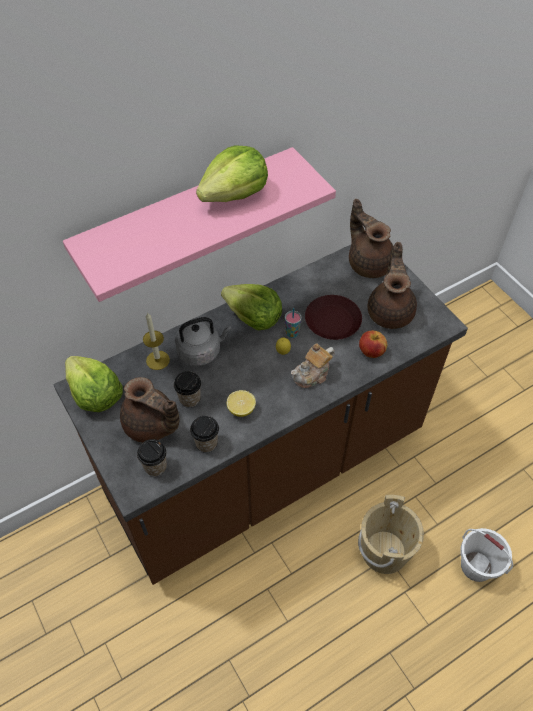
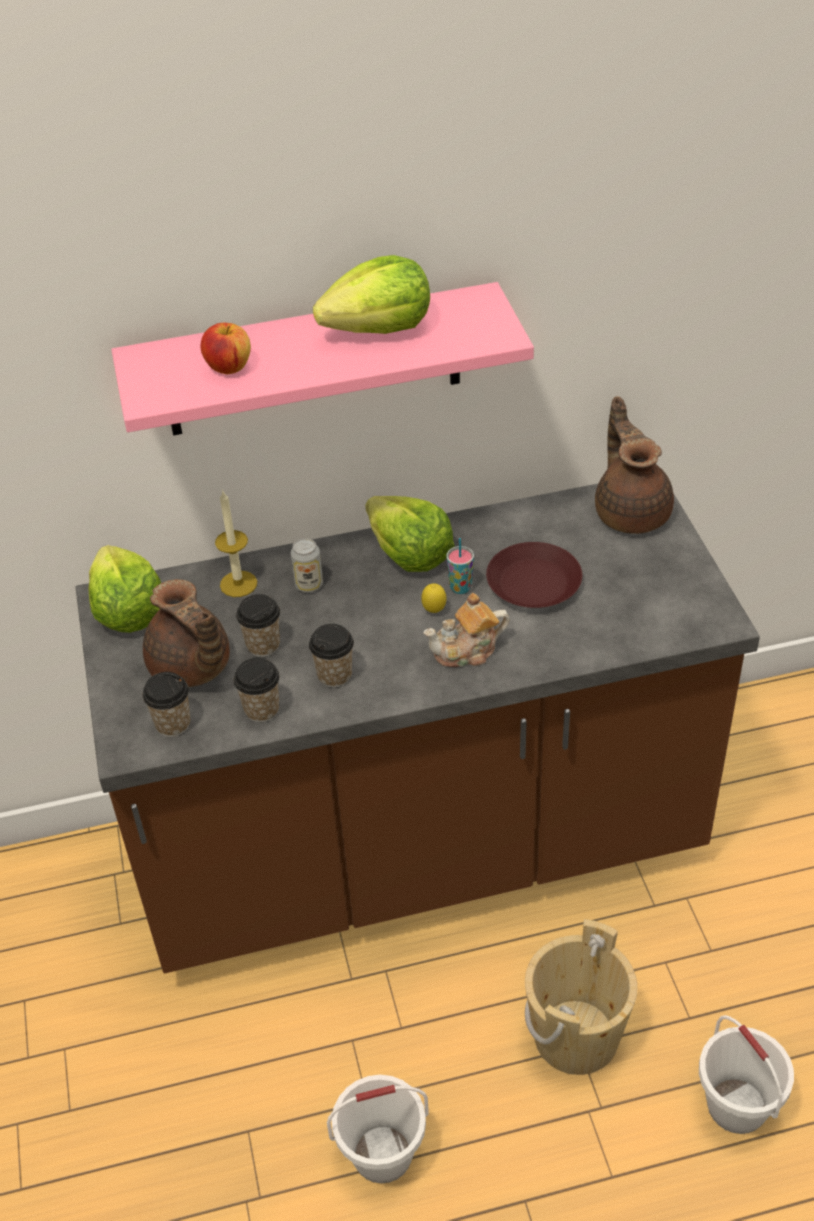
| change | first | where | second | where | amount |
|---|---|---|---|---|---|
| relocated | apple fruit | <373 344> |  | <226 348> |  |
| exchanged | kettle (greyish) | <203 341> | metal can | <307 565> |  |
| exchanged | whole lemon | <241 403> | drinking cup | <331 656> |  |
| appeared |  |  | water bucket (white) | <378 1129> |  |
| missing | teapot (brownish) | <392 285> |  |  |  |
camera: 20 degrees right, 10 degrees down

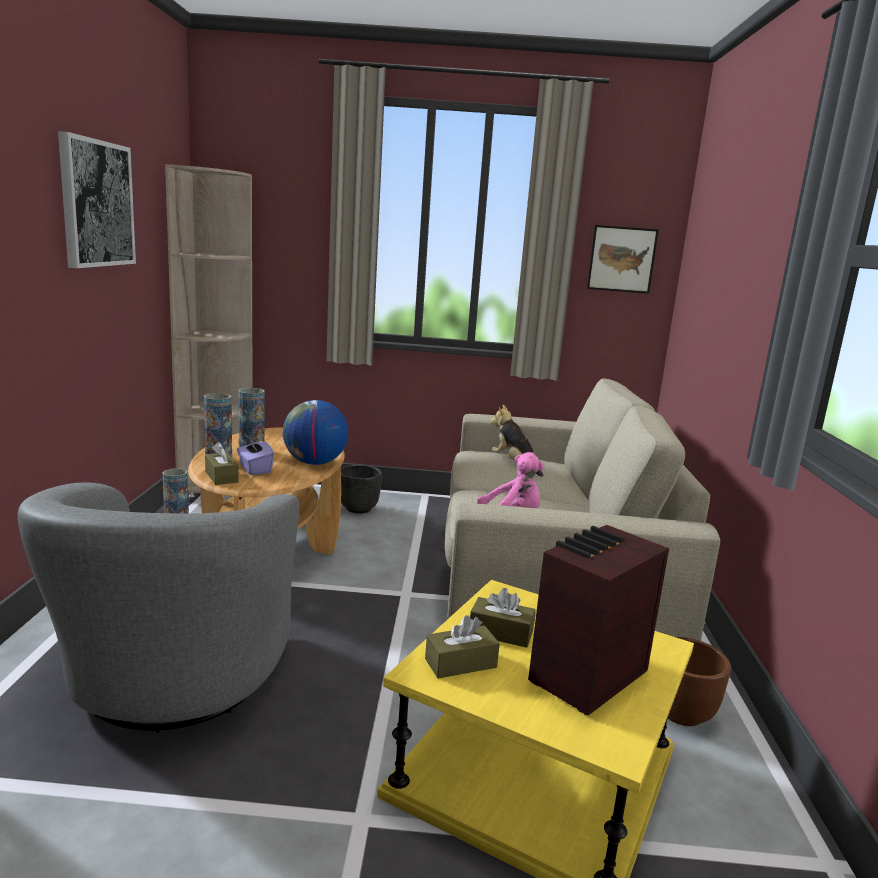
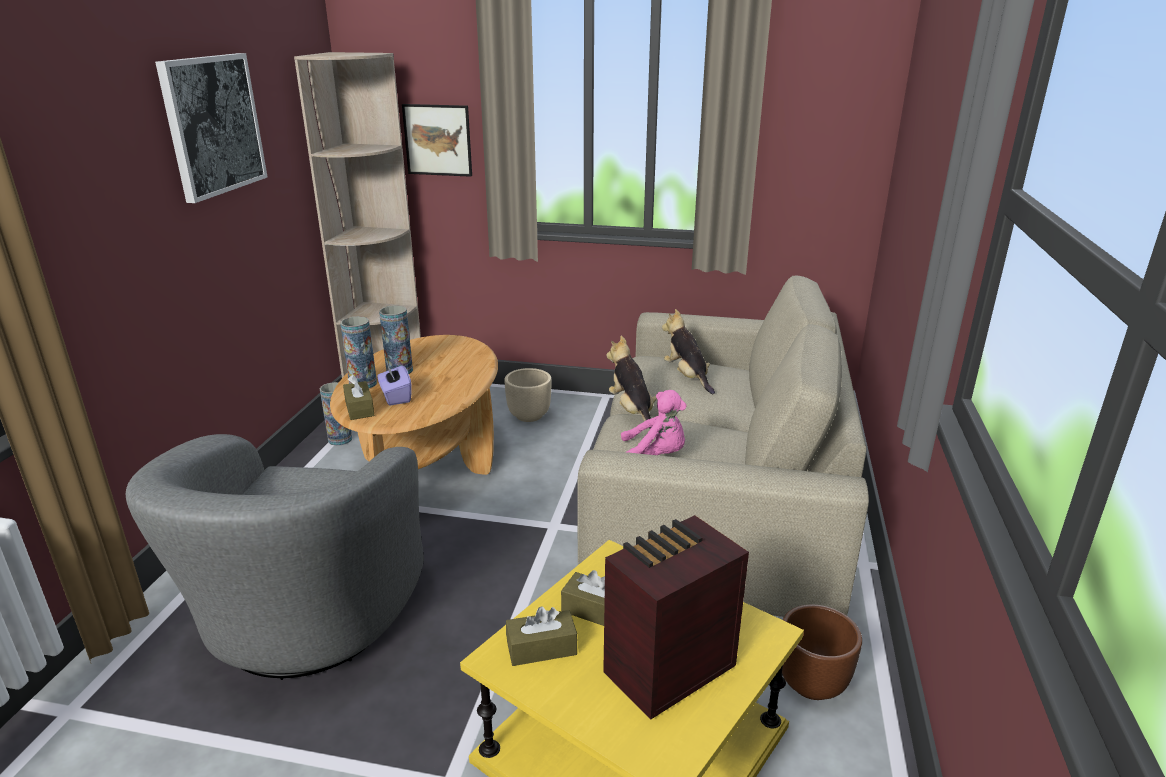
| change | first | where | second | where | amount |
|---|---|---|---|---|---|
| relocated | picture | <623 259> |  | <437 140> |  |
| colour | planter (black) | <361 489> | planter (sand-coloured) | <528 395> |  |
| appeared |  |  | soft toy | <631 382> |  |
| missing | globe | <315 432> |  |  |  |
camera: 10 degrees right, 10 degrees up

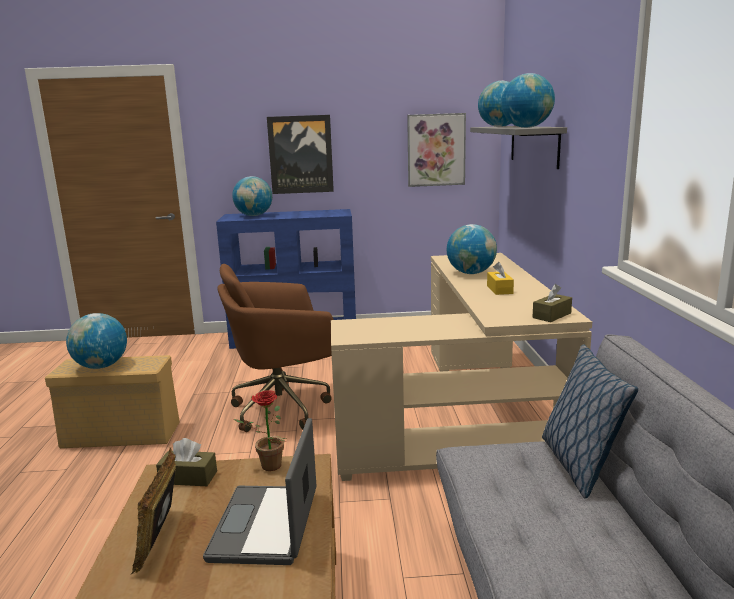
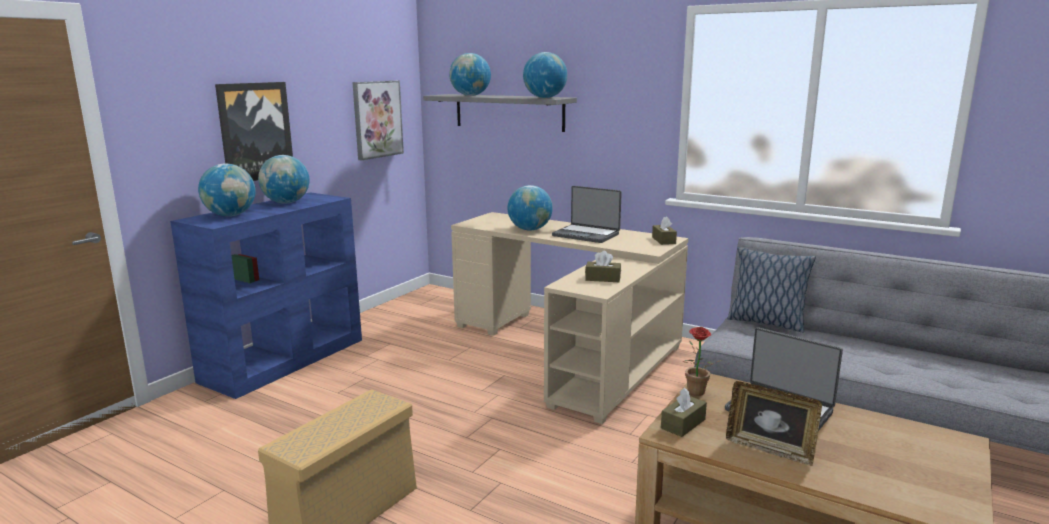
| change | first | where | second | where | amount |
|---|---|---|---|---|---|
| relocated | globe | <96 341> |  | <283 179> |  |
| exchanged | tissue box (yellowish) | <500 278> | portable computer | <587 214> |  |
| appeared |  |  | tissue box (brownish) | <603 266> |  |
| missing | computer chair (brownish) | <275 348> |  |  |  |
camera: 55 degrees left, 0 degrees up

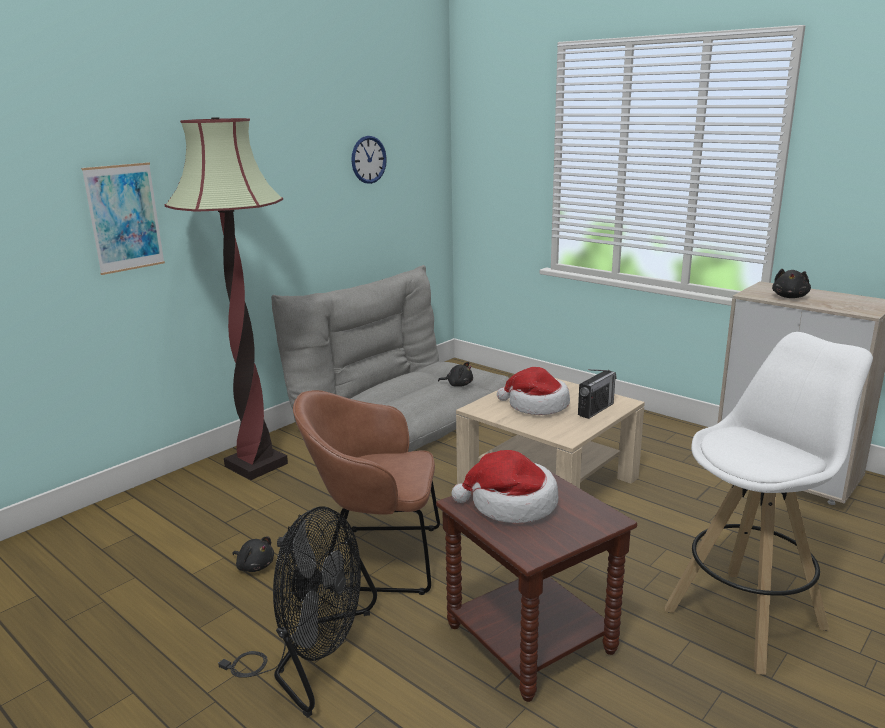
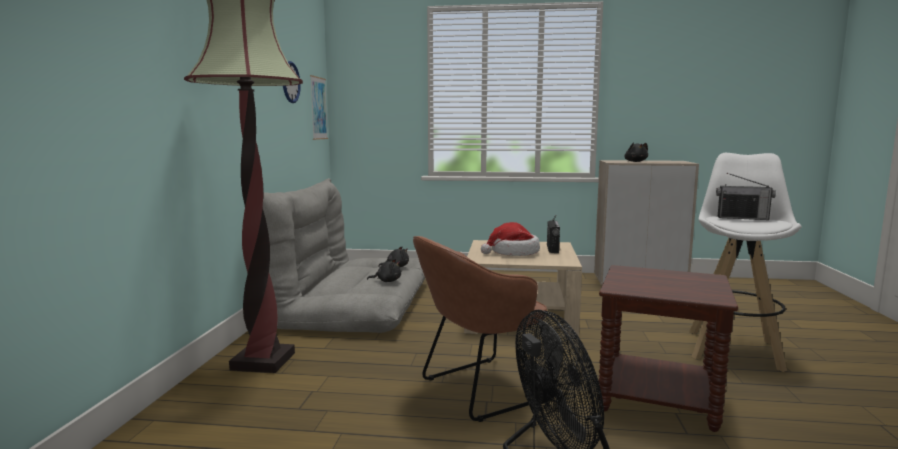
| change | first | where | second | where | amount |
|---|---|---|---|---|---|
| relocated | picture | <123 218> |  | <319 107> |  |
| relocated | soft toy (black) | <253 554> |  | <384 270> |  |
| appeared |  |  | radio receiver | <746 196> |  |
| missing | hat | <505 486> |  |  |  |
camera: 35 degrees left, 10 degrees down

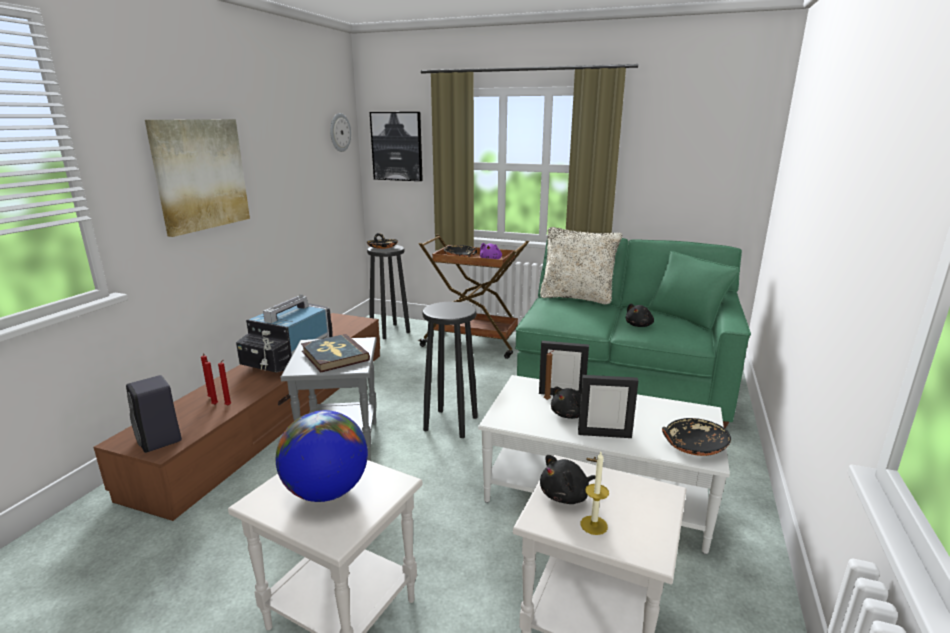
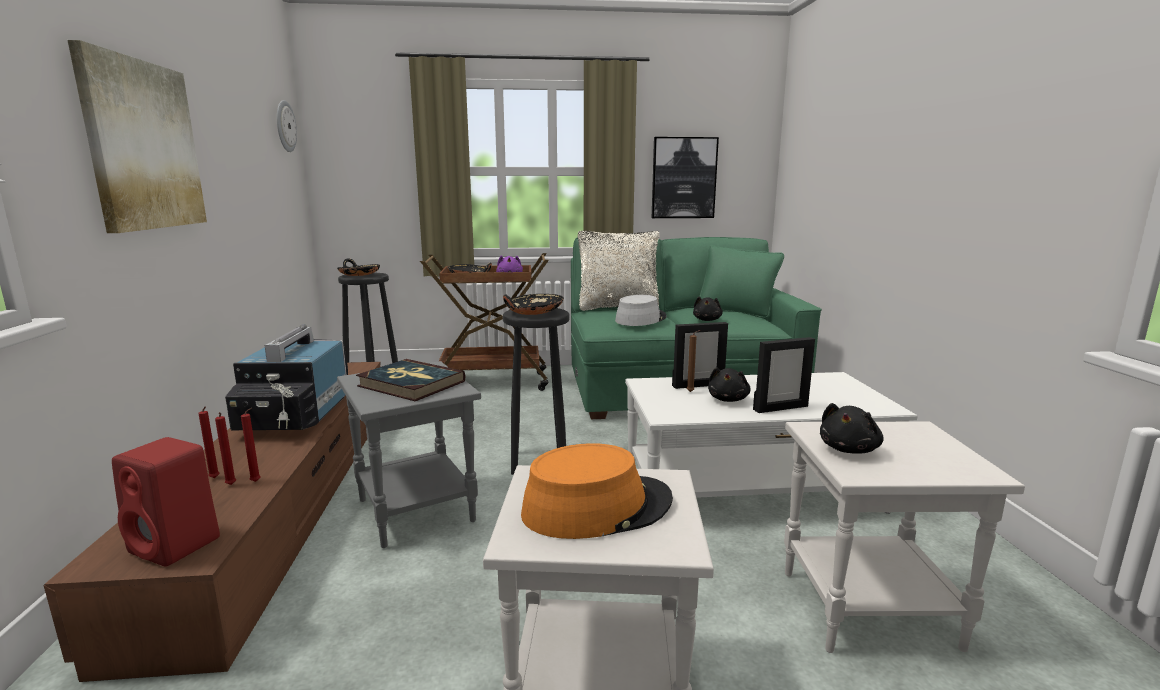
| change | first | where | second | where | amount |
|---|---|---|---|---|---|
| colour | loudspeaker (black) | <154 414> | loudspeaker (reddish) | <166 502> |  |
| relocated | bowl (black) | <696 437> |  | <533 304> |  |
| exchanged | globe | <322 456> | hat (orange) | <597 491> |  |
| appeared |  |  | hat (greyish) | <641 310> |  |
| relocated | picture | <396 146> |  | <685 177> |  |
| missing | wax light | <595 493> |  |  |  |
camera: 25 degrees left, 5 degrees down

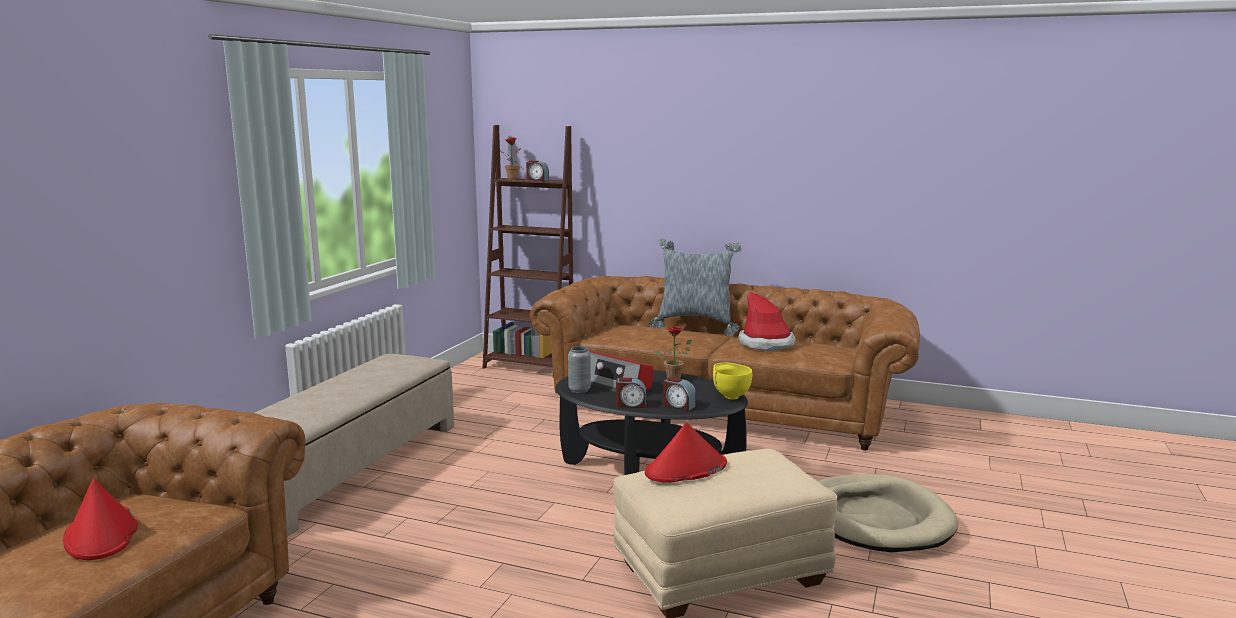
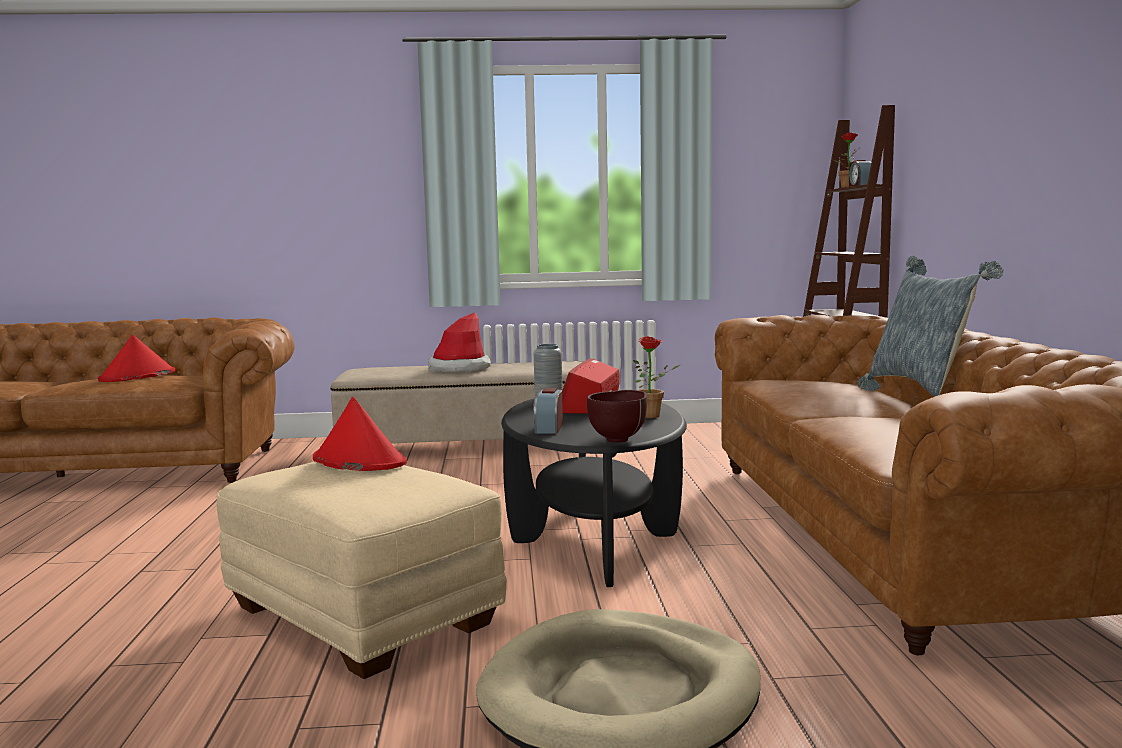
| change | first | where | second | where | amount |
|---|---|---|---|---|---|
| relocated | hat | <767 322> |  | <459 342> |  |
| colour | bowl (yellowish) | <732 381> | bowl (brownish) | <617 416> |  |
| missing | table clock | <631 393> |  |  |  |
camera: 65 degrees right, 5 degrees down

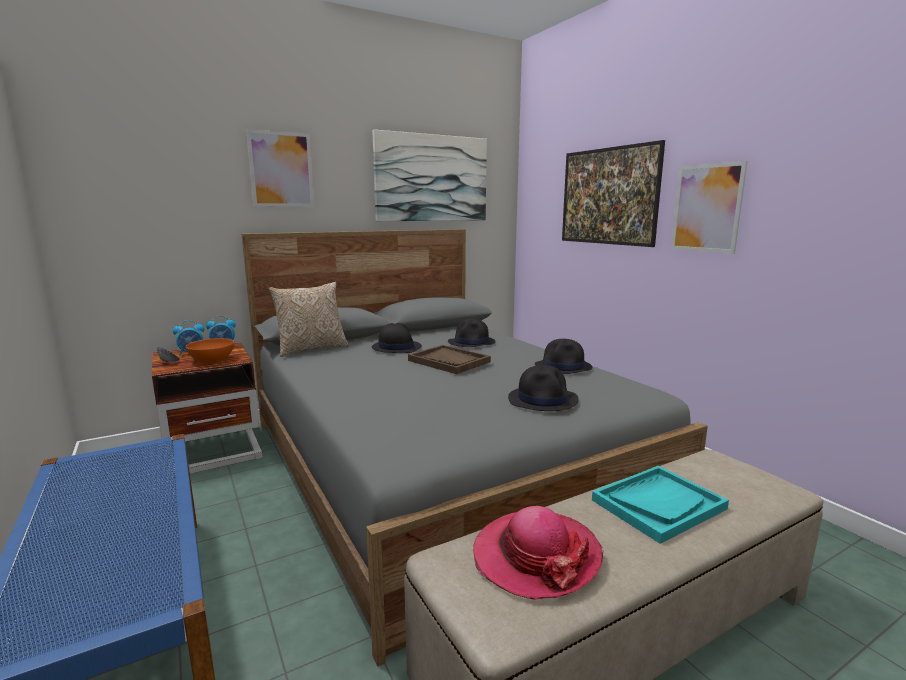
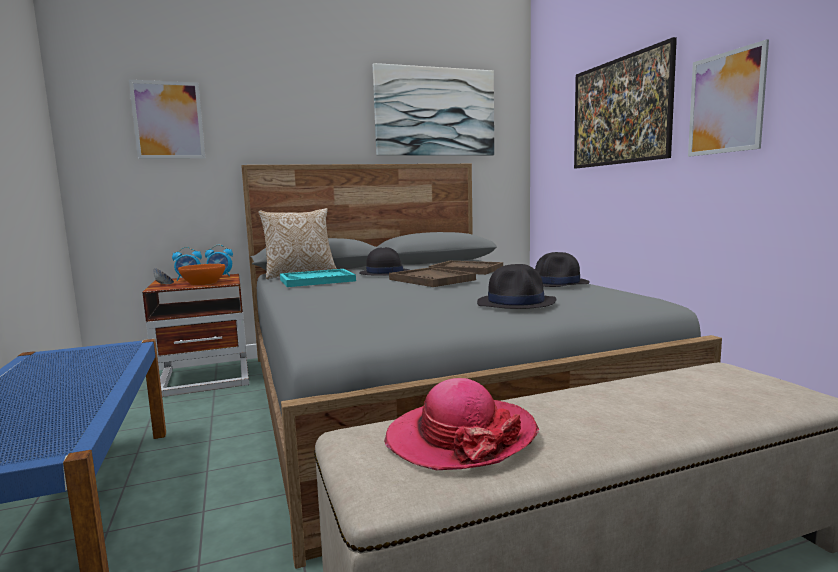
| change | first | where | second | where | amount |
|---|---|---|---|---|---|
| relocated | picture | <280 168> |  | <167 119> |  |
| relocated | serving tray (blue-green) | <660 505> |  | <318 278> |  |
| exchanged | hat (black) | <471 333> | serving tray (brownish) | <466 268> |  |
camera: 10 degrees right, 5 degrees down

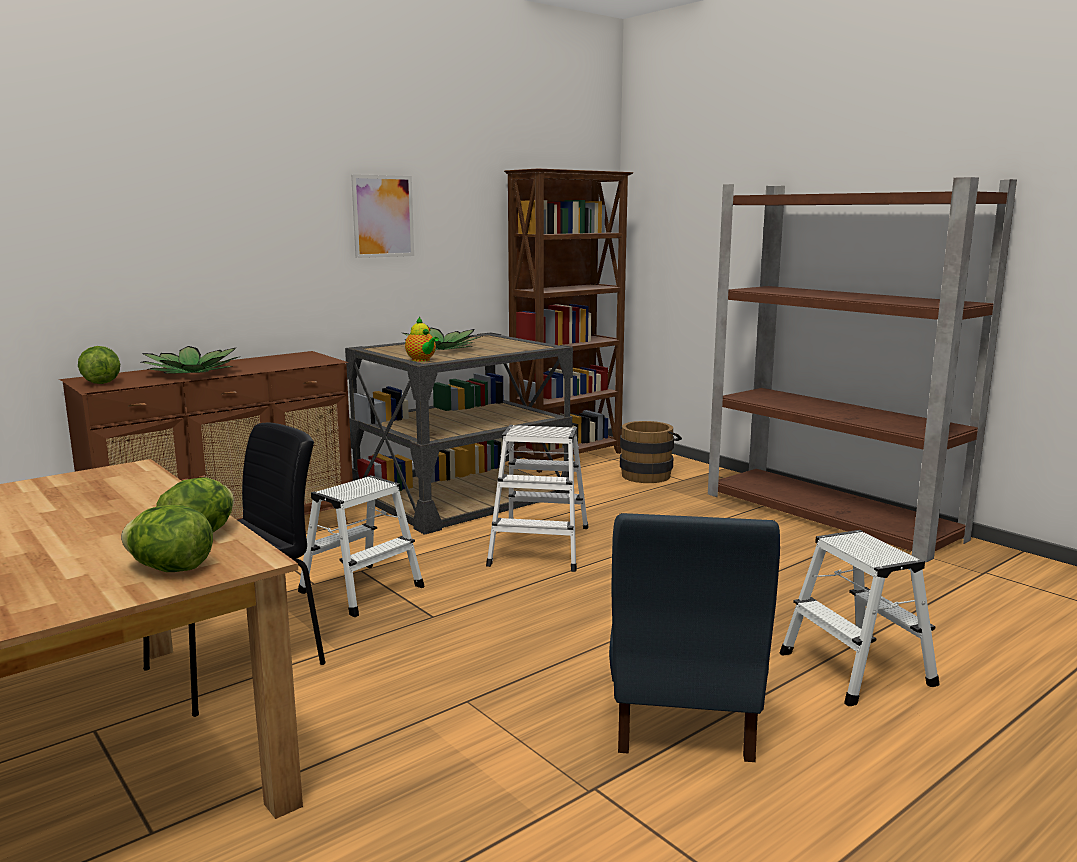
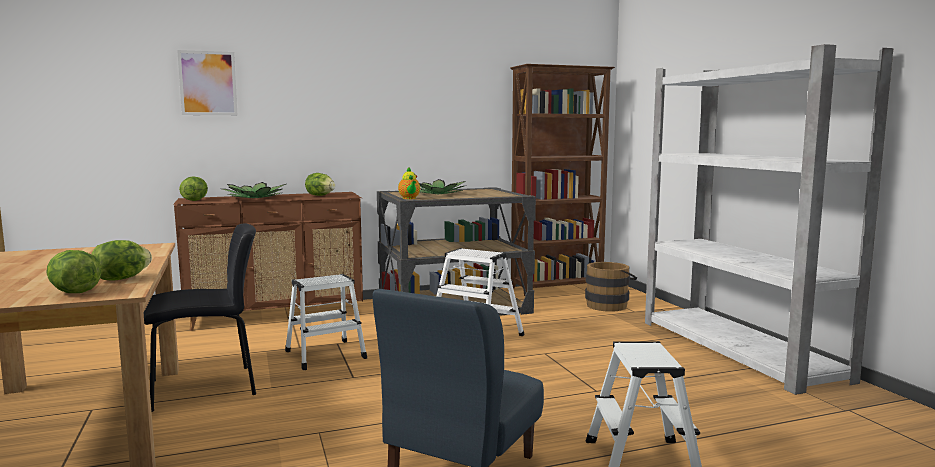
| change | first | where | second | where | amount |
|---|---|---|---|---|---|
| relocated | picture | <382 216> |  | <207 82> |  |
| appeared |  |  | head of lettuce | <320 184> |  |
| colour | bookcase (brownish) | <862 369> | bookcase (white) | <769 219> |  |
camera: 20 degrees right, 5 degrees down

